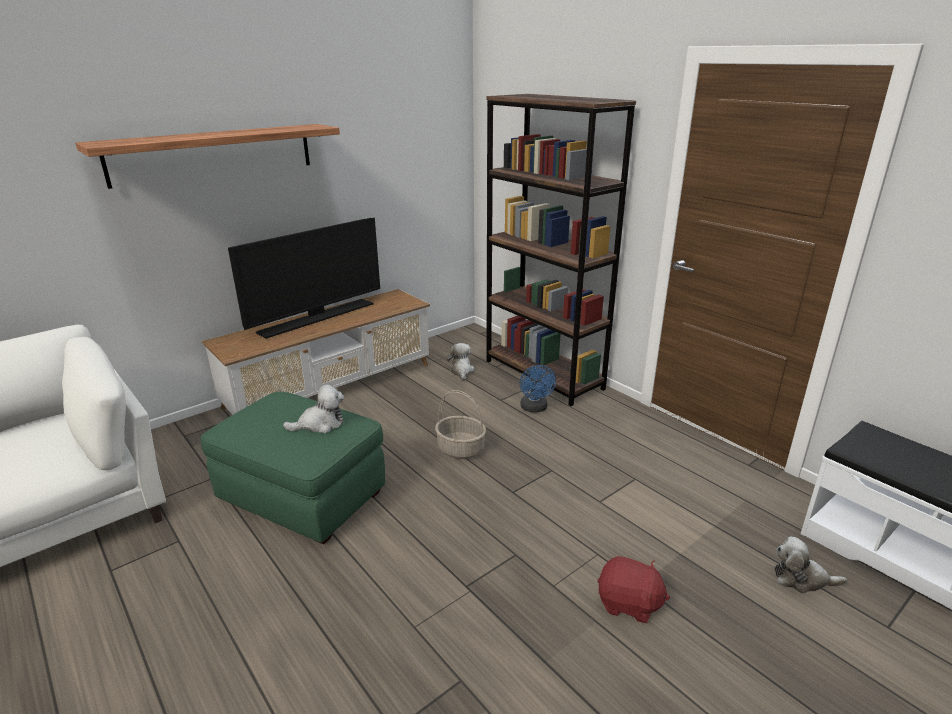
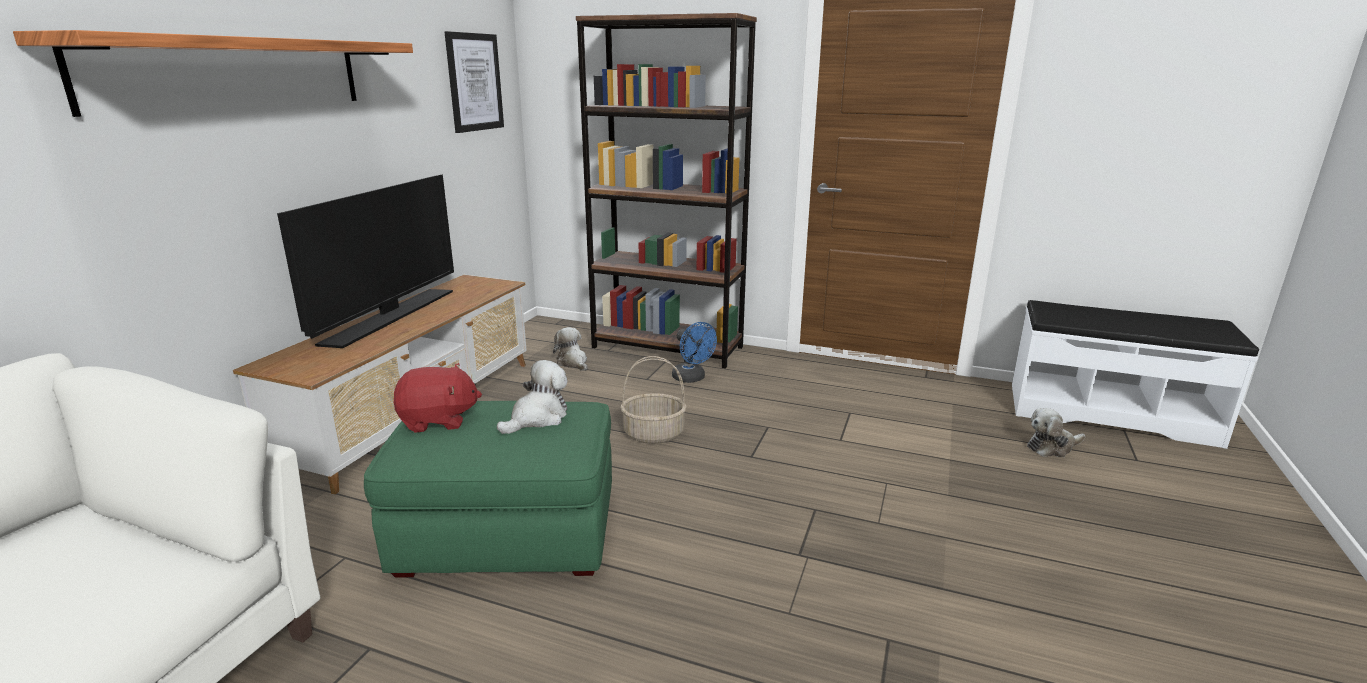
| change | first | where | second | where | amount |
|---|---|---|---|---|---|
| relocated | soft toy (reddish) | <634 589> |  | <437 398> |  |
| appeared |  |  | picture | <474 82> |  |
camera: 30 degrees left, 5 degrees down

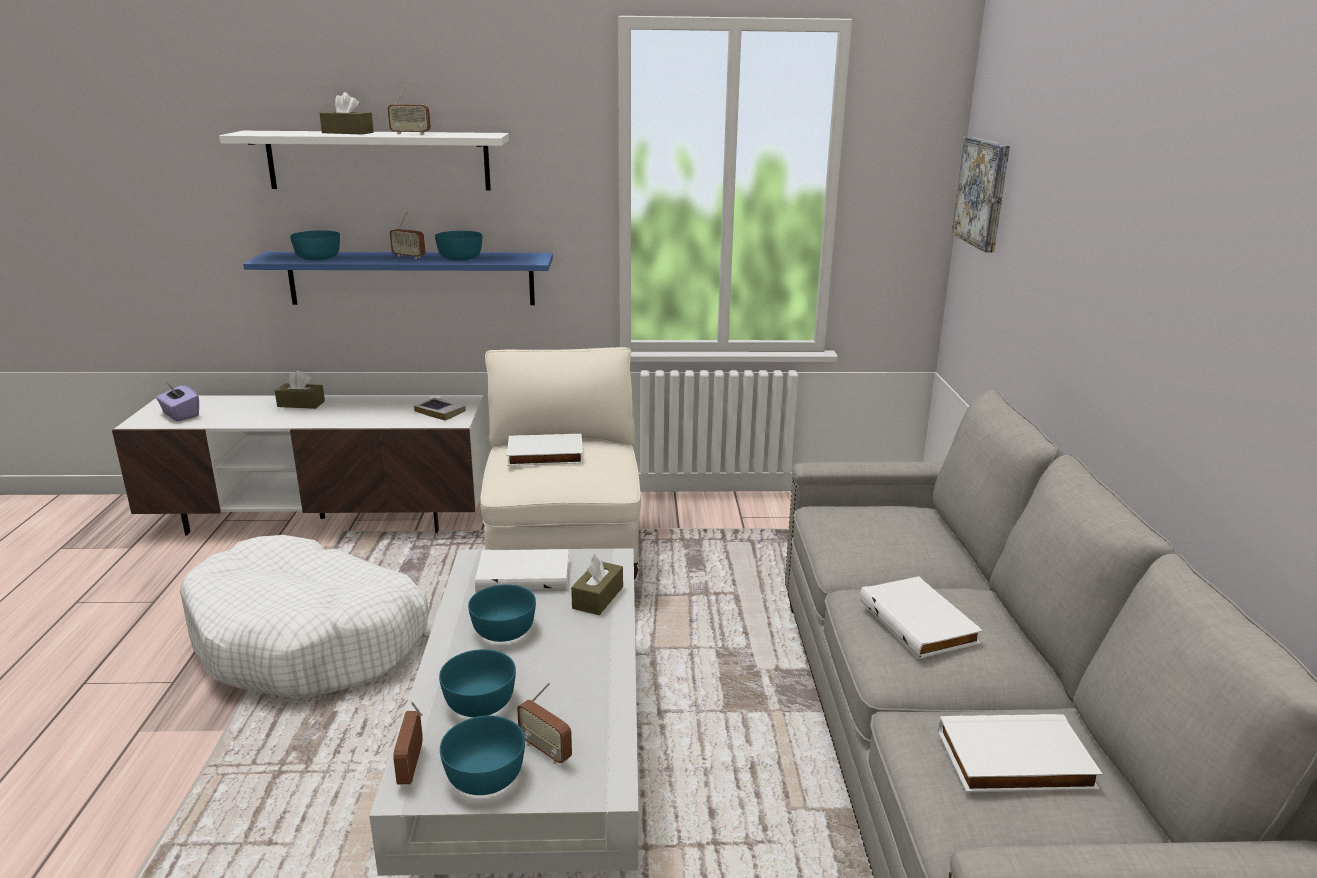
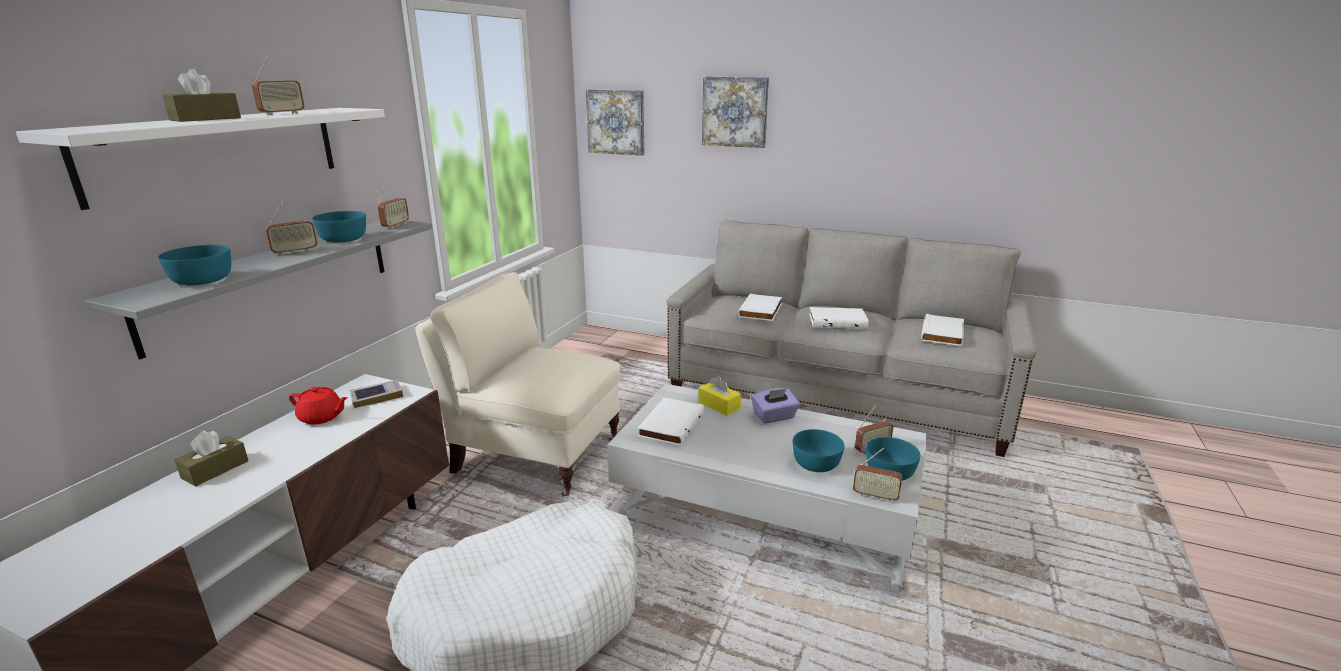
| change | first | where | second | where | amount |
|---|---|---|---|---|---|
| colour | wall shelf (bluish) | <398 278> | wall shelf (greyish) | <258 290> |  |
| appeared |  |  | teapot (reddish) | <318 405> |  |
| appeared |  |  | radio receiver | <393 205> |  |
| colour | tissue box (brownish) | <597 584> | tissue box (yellowish) | <719 396> |  |
| appeared |  |  | picture | <735 112> |  |
| relocated | book (white) | <545 450> |  | <760 307> |  |
| relocated | tissue box (purple-coloured) | <177 402> |  | <775 406> |  |
| missing | bowl (blue-green) | <502 613> |  |  |  |
camera: 65 degrees left, 0 degrees up

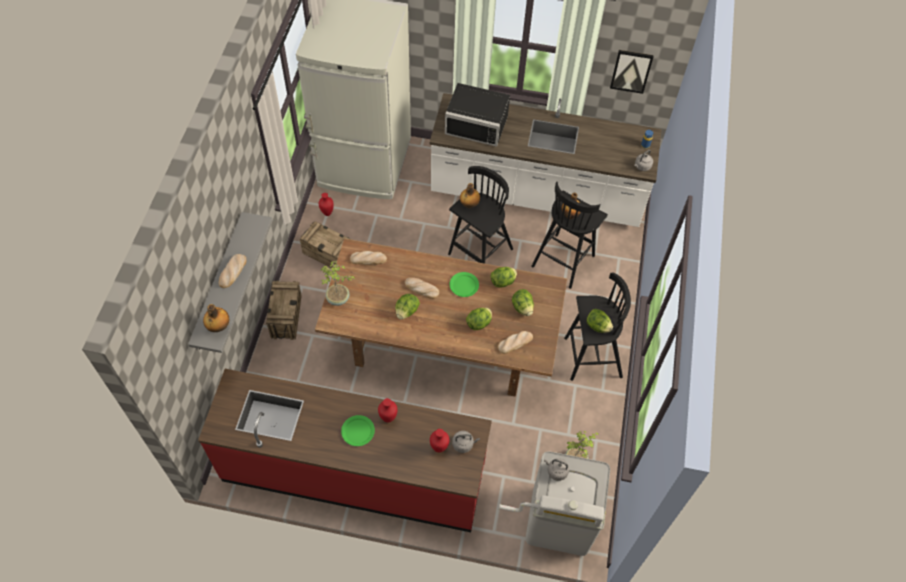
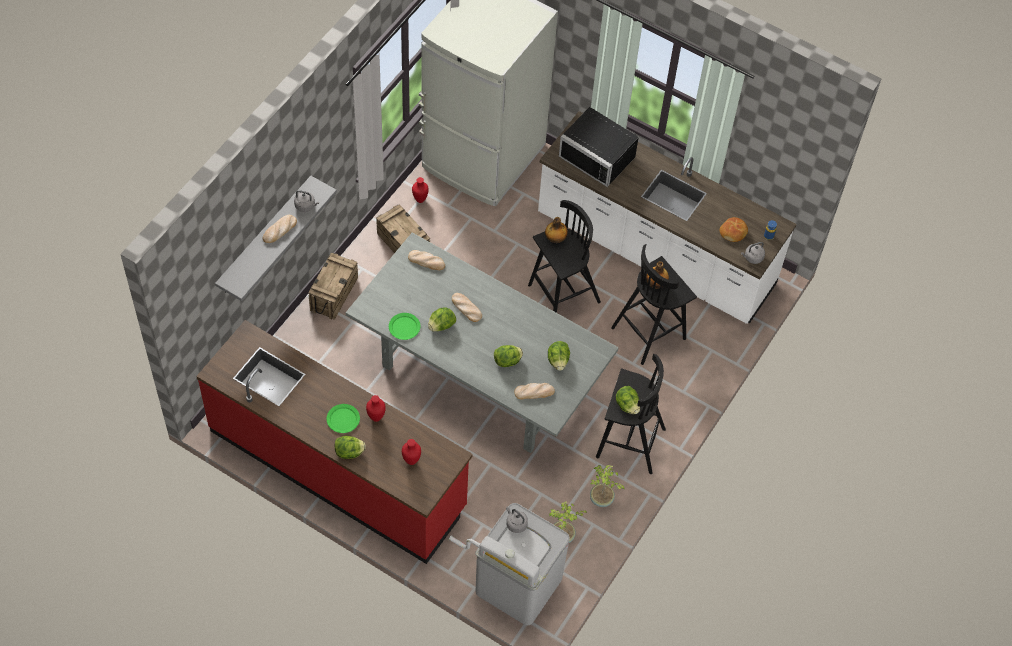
| change | first | where | second | where | amount |
|---|---|---|---|---|---|
| relocated | kettle (greyish) | <466 442> |  | <306 201> |  |
| relocated | head of lettuce | <503 277> |  | <350 447> |  |
| colour | kitchen table (brownish) | <441 317> | kitchen table (greyish) | <482 343> |  |
| relocated | plate (green-coloured) | <464 284> |  | <405 326> |  |
| relocated | plant in a pot | <337 283> |  | <607 486> |  |
| appeared |  |  | baked bread | <734 229> |  |
| missing | bottle | <216 318> |  |  |  |
| missing | picture | <632 72> |  |  |  |
camera: 20 degrees right, 0 degrees up

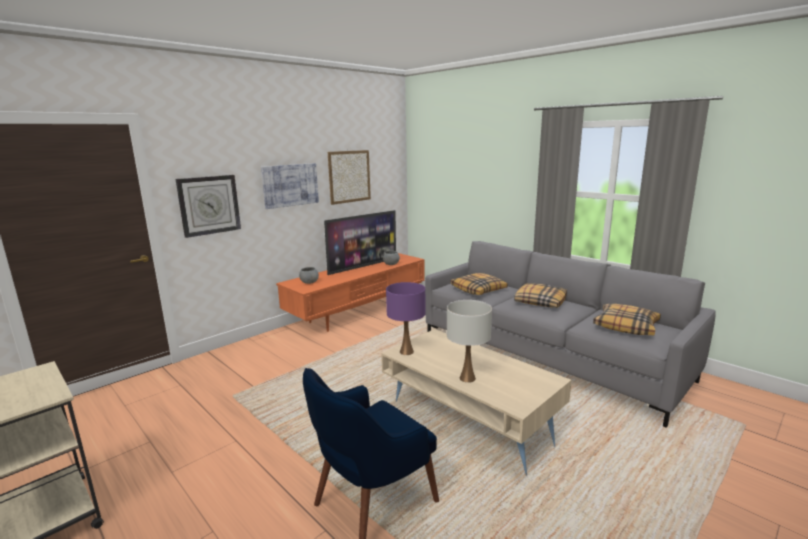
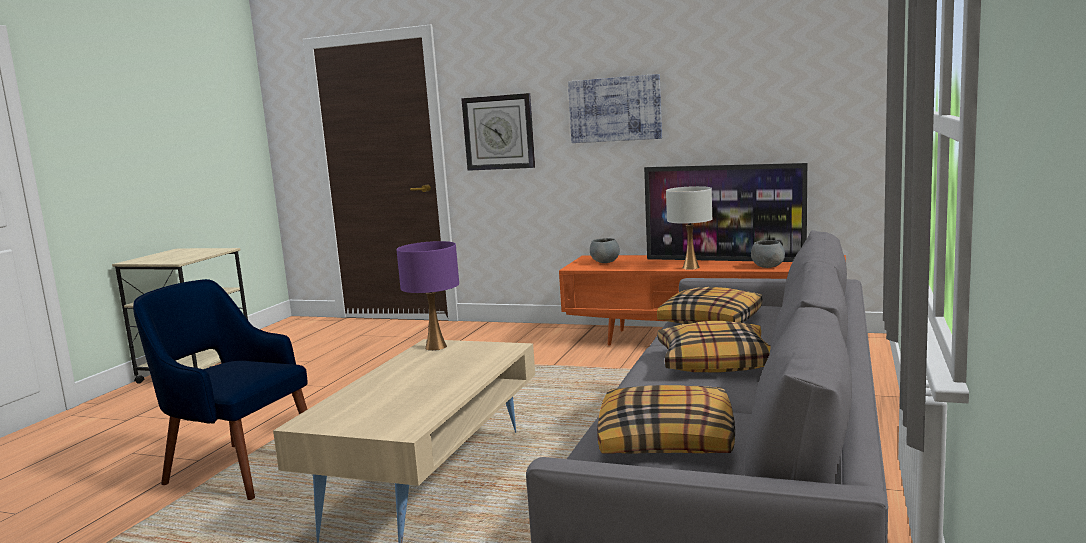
| change | first | where | second | where | amount |
|---|---|---|---|---|---|
| relocated | lamp for a table (white) | <469 341> |  | <689 228> |  |
| missing | picture | <349 177> |  |  |  |
camera: 65 degrees right, 5 degrees down

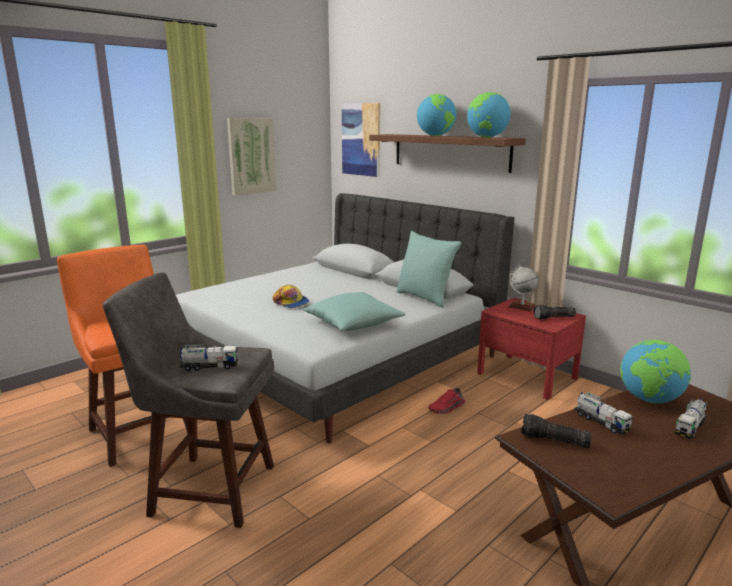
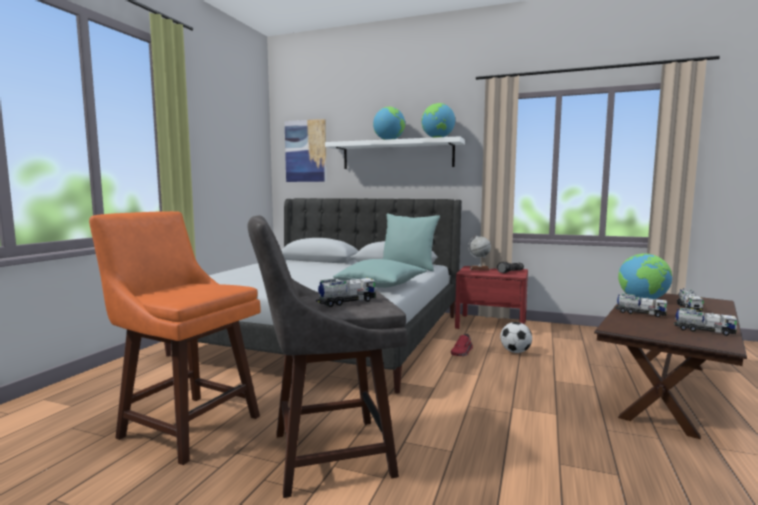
| change | first | where | second | where | amount |
|---|---|---|---|---|---|
| colour | wall shelf (brownish) | <447 153> | wall shelf (white) | <395 152> |  |
| appeared |  |  | football | <516 337> |  |
| appeared |  |  | model truck | <706 322> |  |
| missing | picture | <251 156> |  |  |  |
| missing | baseball cap | <290 296> |  |  |  |
| missing | hand torch | <556 431> |  |  |  |
camera: 25 degrees left, 10 degrees down

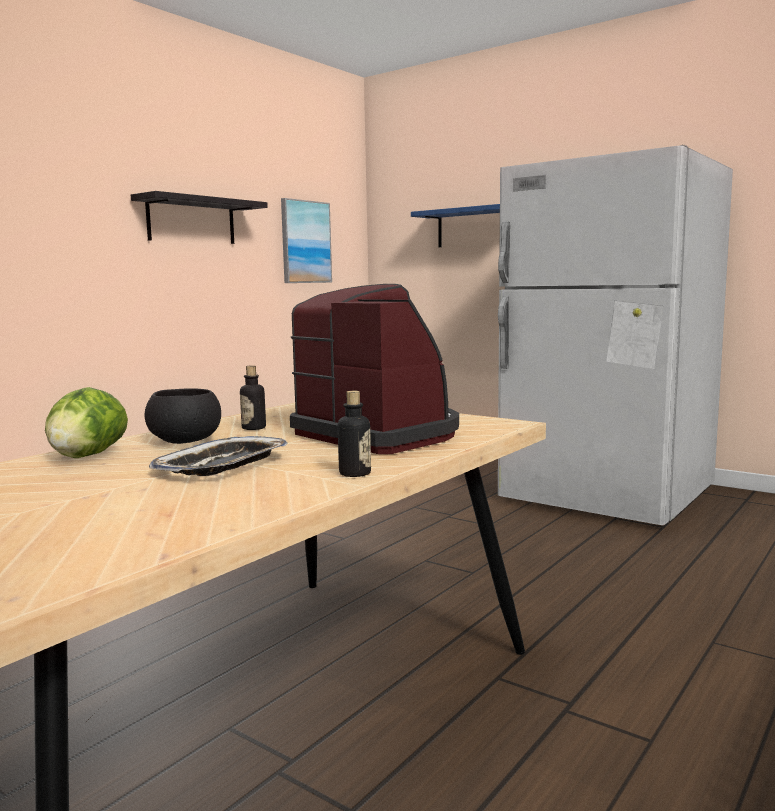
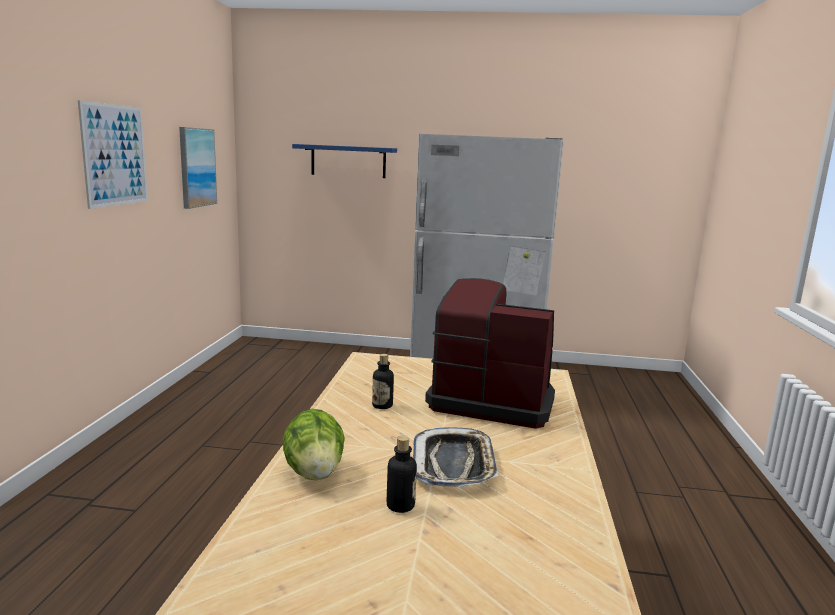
| change | first | where | second | where | amount |
|---|---|---|---|---|---|
| exchanged | wall shelf (black) | <199 217> | picture | <113 154> |  |
| relocated | bottle | <354 434> |  | <402 474> |  |
| missing | bowl (black) | <183 416> |  |  |  |
camera: 30 degrees left, 5 degrees up

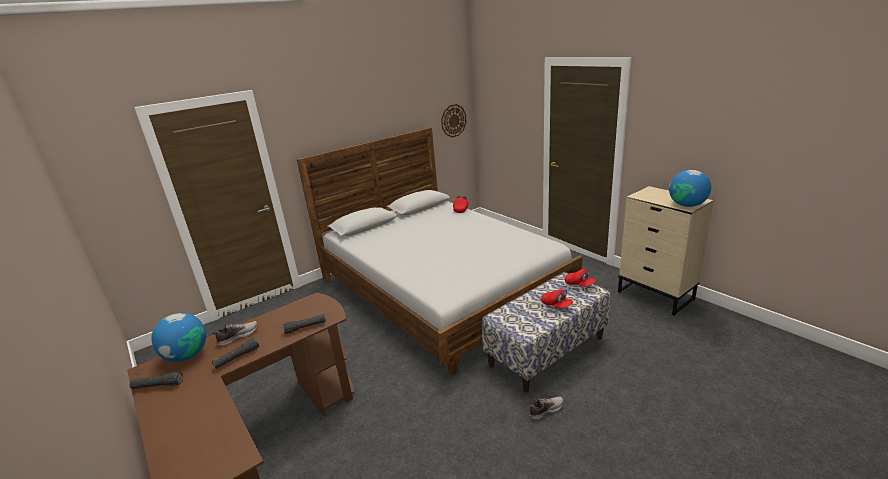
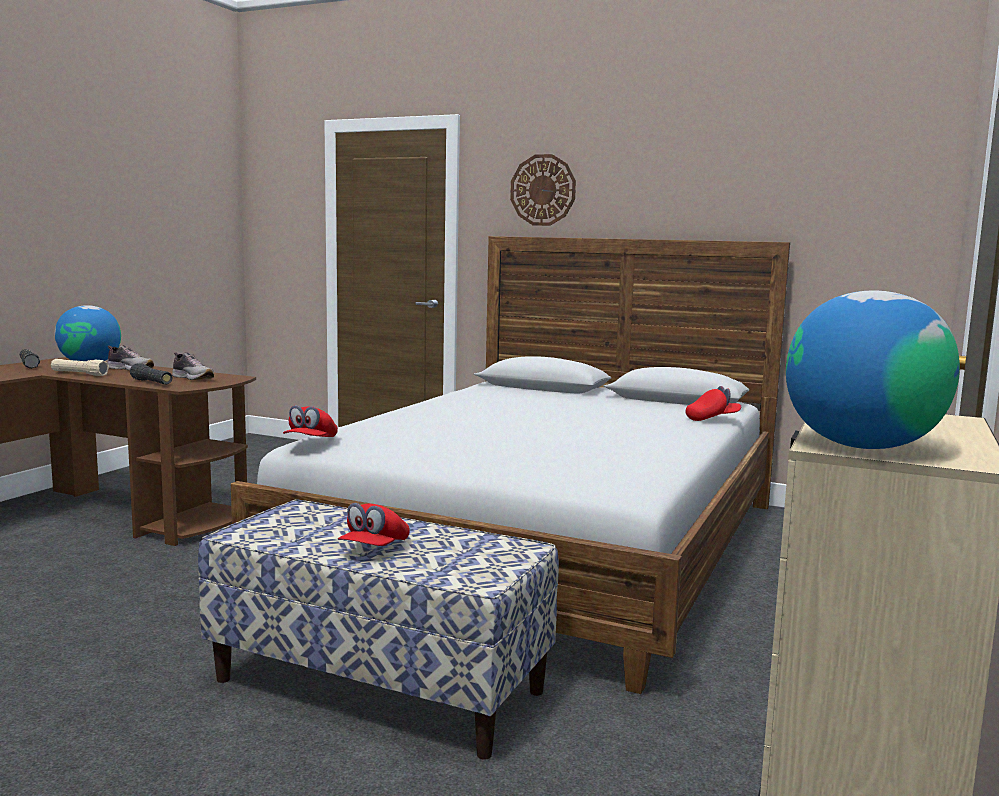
| change | first | where | second | where | amount |
|---|---|---|---|---|---|
| colour | hand torch (black) | <235 353> | hand torch (sand-coloured) | <80 367> |  |
| relocated | low shoe | <546 408> |  | <193 366> |  |
| relocated | baseball cap (reddish) | <580 277> |  | <310 421> |  |
| relocated | hanging clock | <453 121> |  | <543 190> |  |
camera: 60 degrees right, 15 degrees down

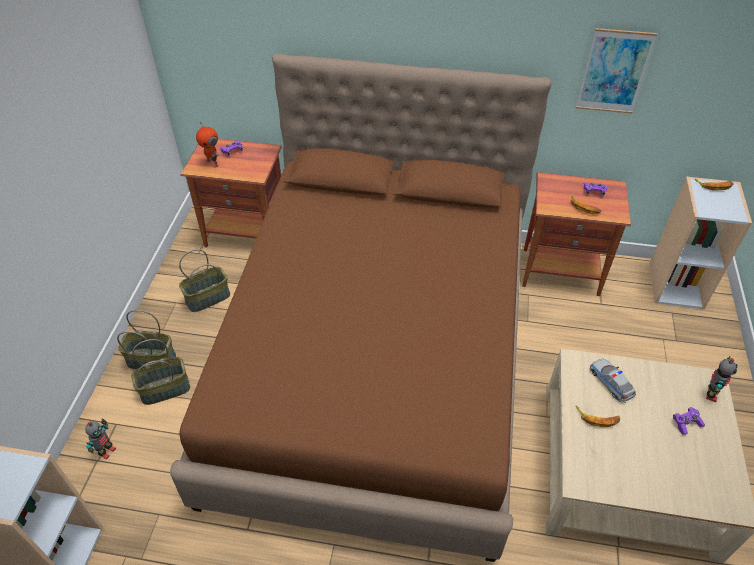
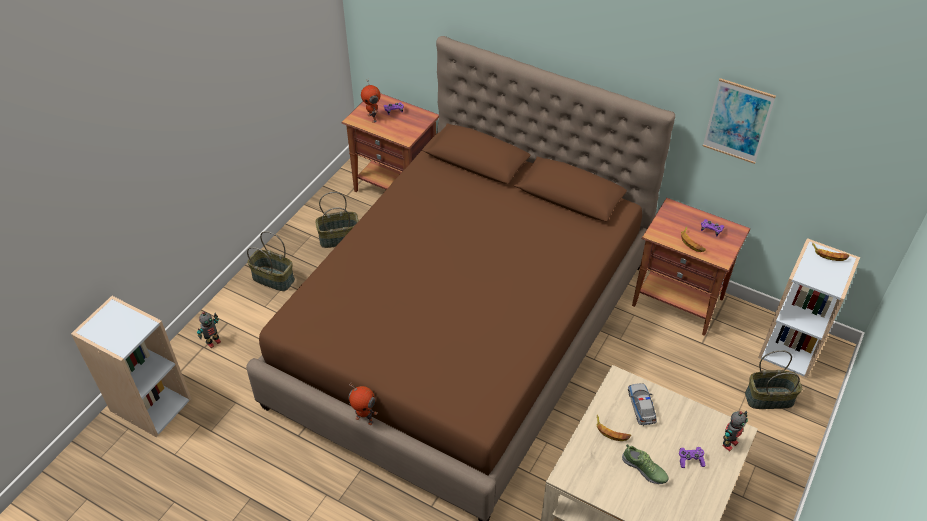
| change | first | where | second | where | amount |
|---|---|---|---|---|---|
| appeared |  |  | toy robot | <363 404> |  |
| appeared |  |  | low shoe | <645 464> |  |
| relocated | basket | <160 372> |  | <773 379> |  |
camera: 20 degrees right, 0 degrees up

